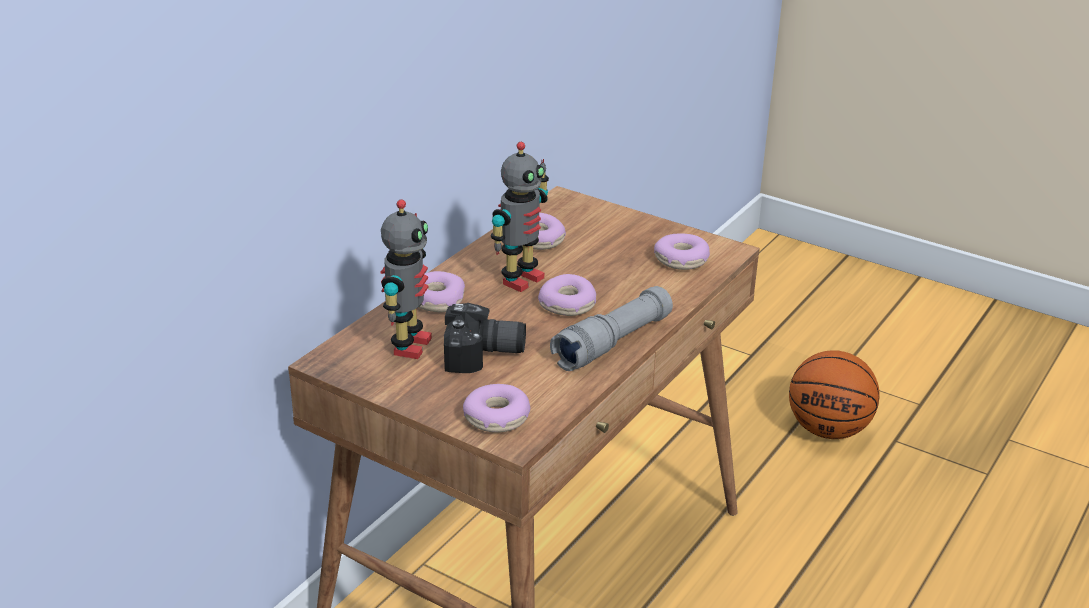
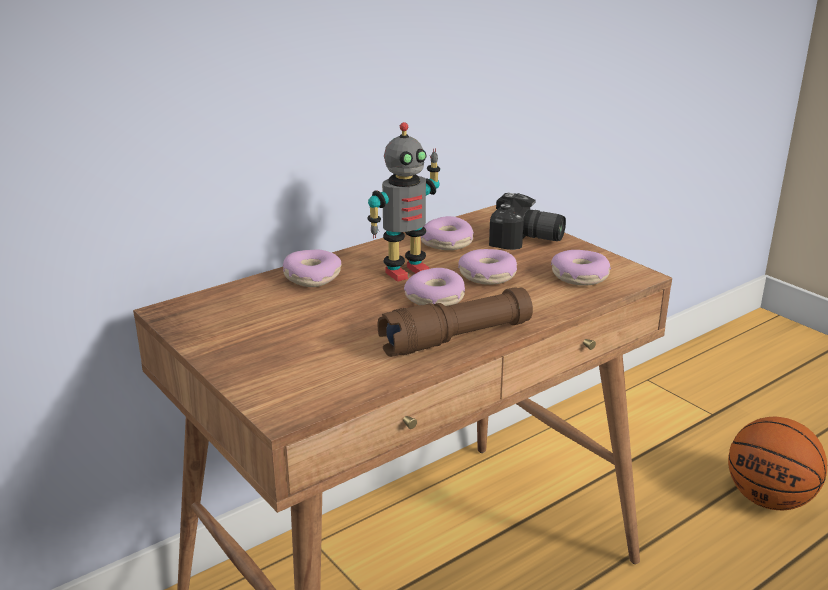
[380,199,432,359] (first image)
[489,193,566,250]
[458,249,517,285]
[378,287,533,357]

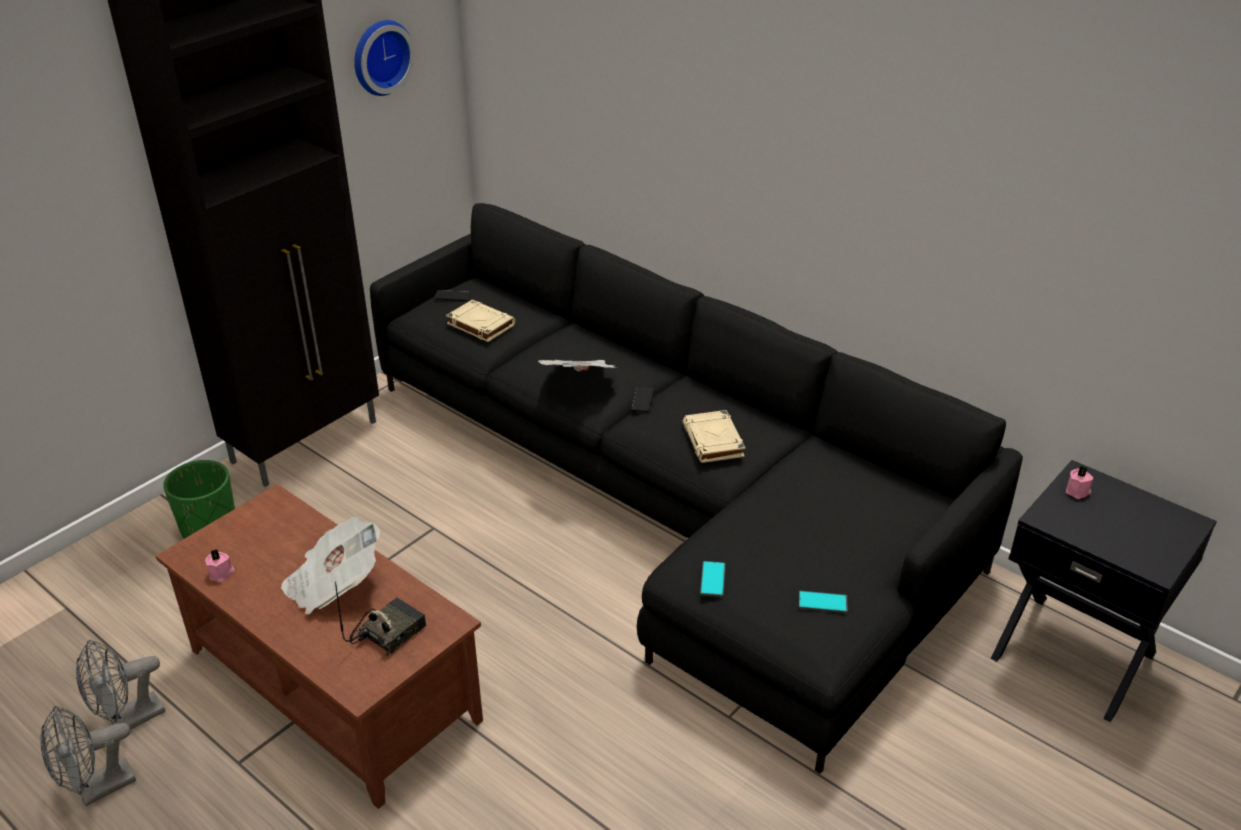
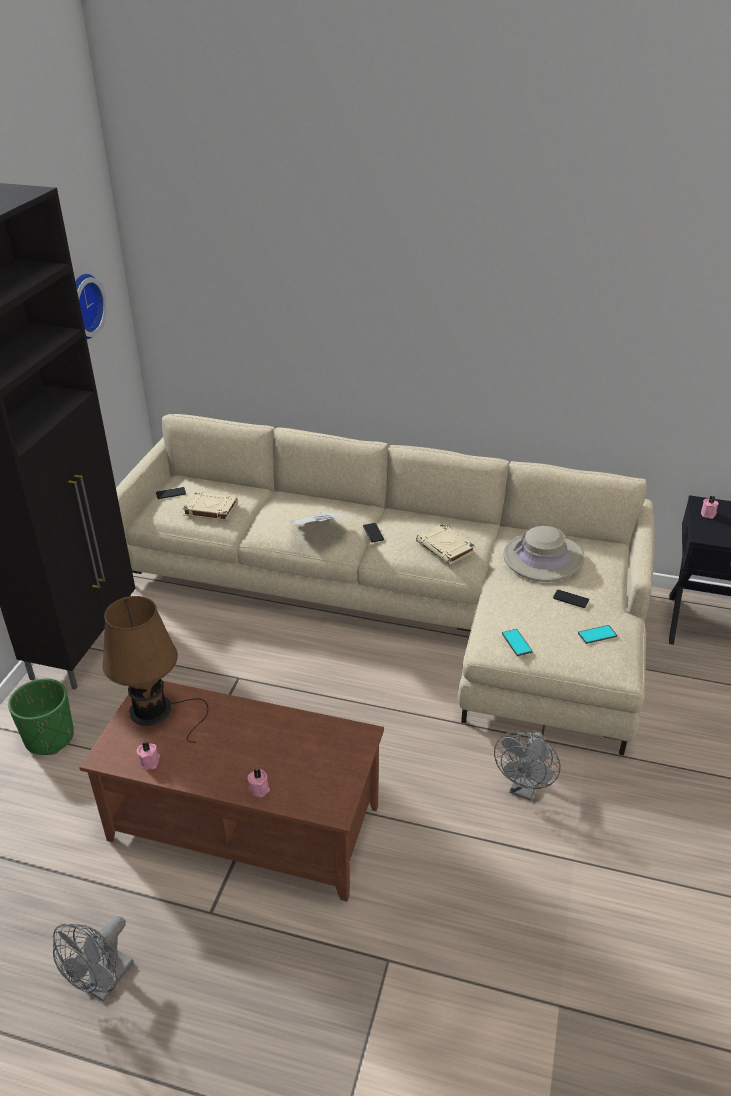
[281,517,381,615] (first image)
[335,582,426,656] (first image)
[102,596,208,743]
[247,769,270,797]
[503,526,585,582]
[553,589,589,608]
[494,731,561,801]
[116,414,655,755]

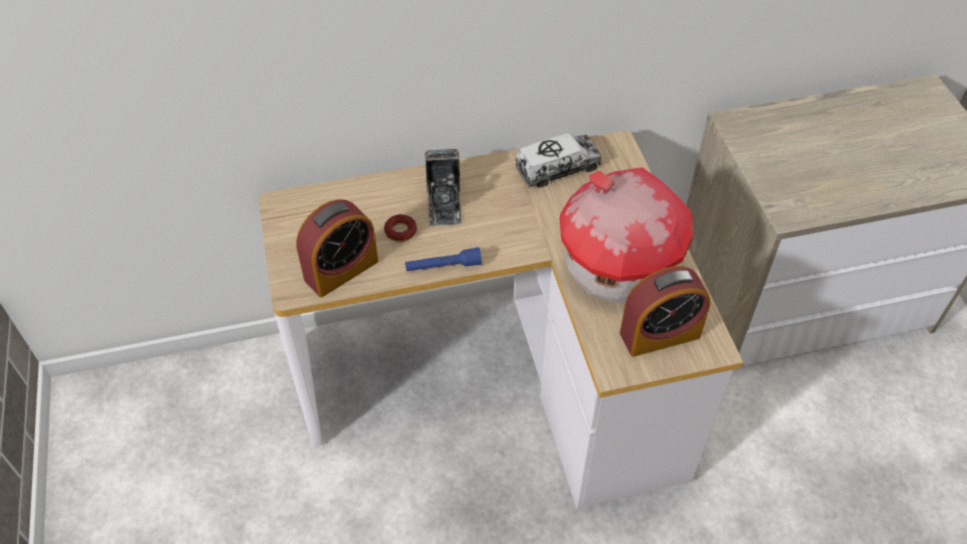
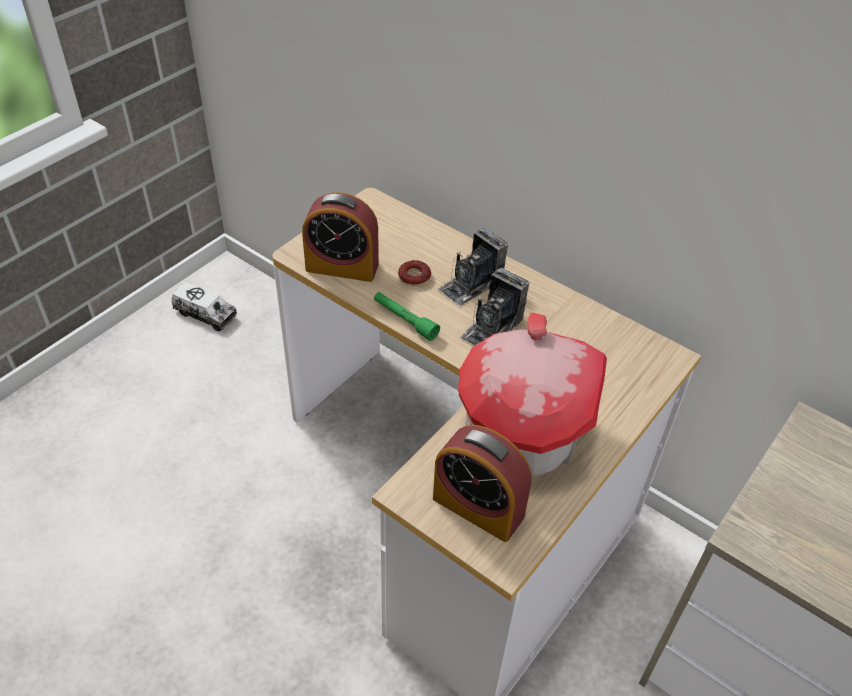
[460,268,529,346]
[172,282,237,331]
[374,292,440,341]

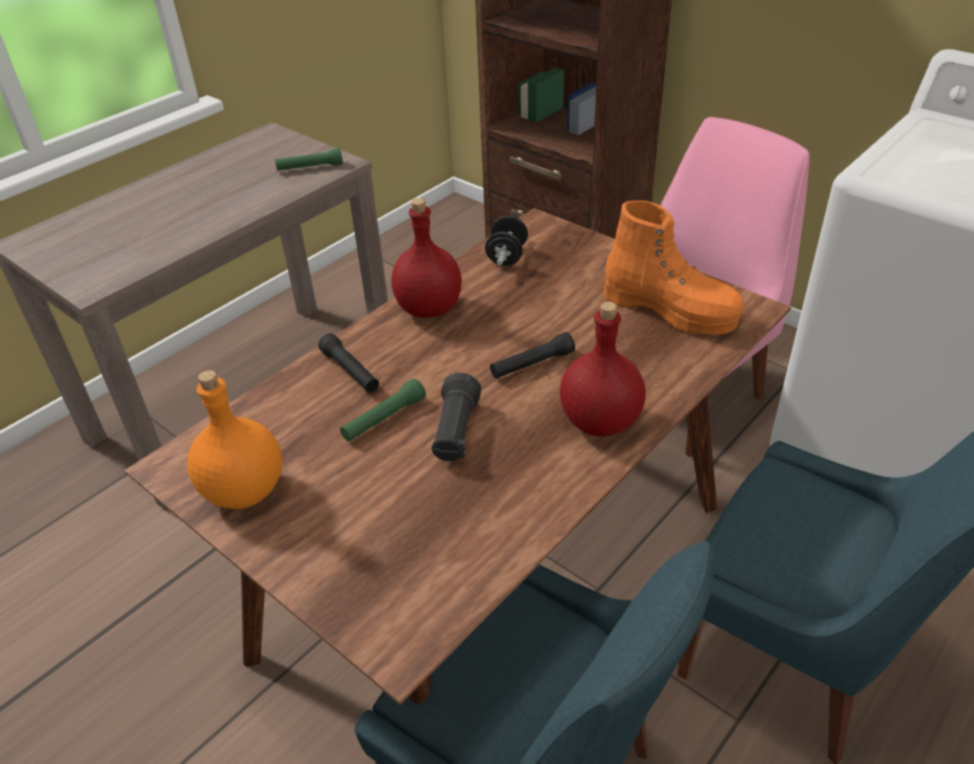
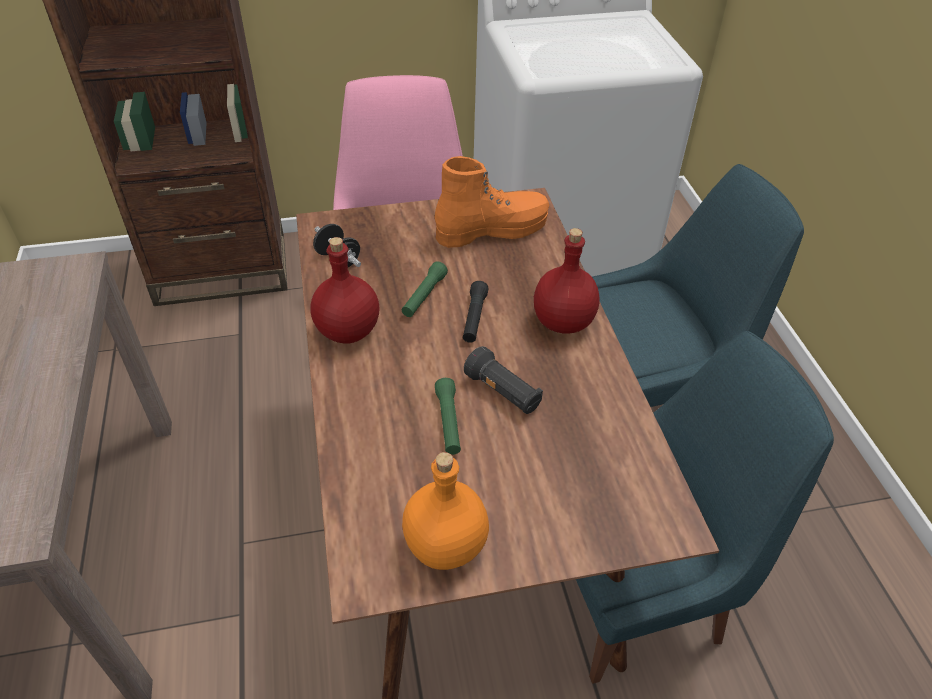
[318,334,379,393] (first image)
[402,261,448,317]

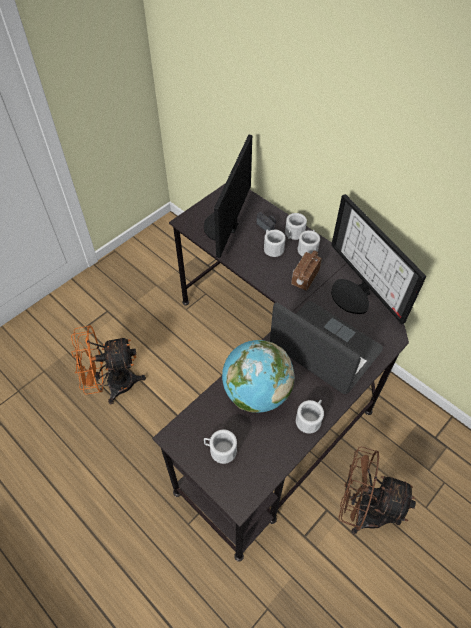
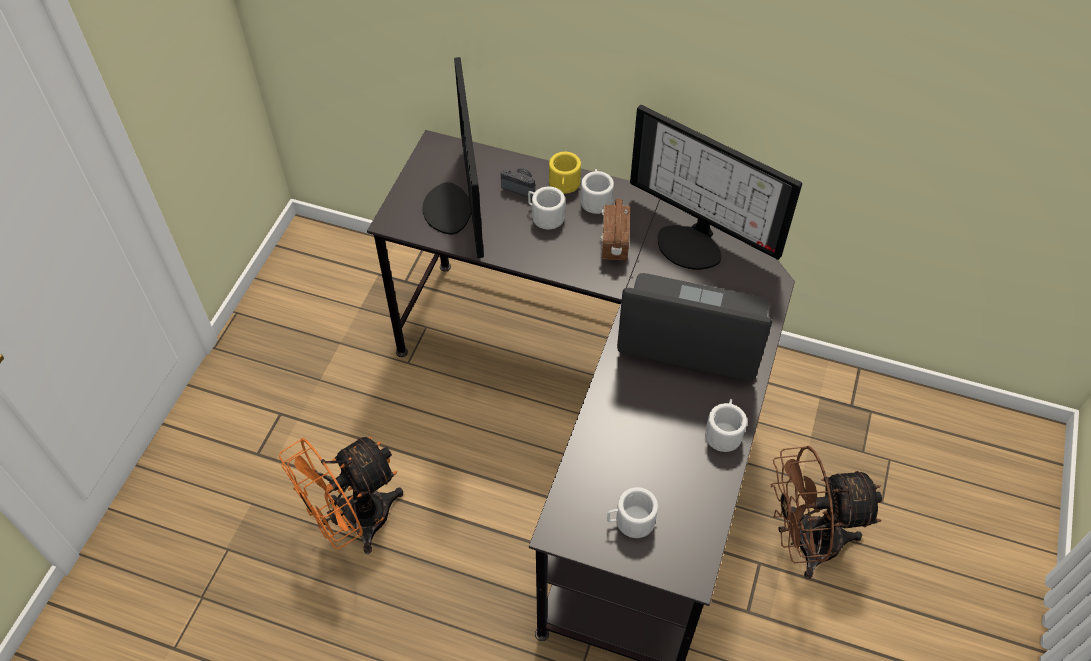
[222,340,295,413] (first image)
[549,152,581,194]

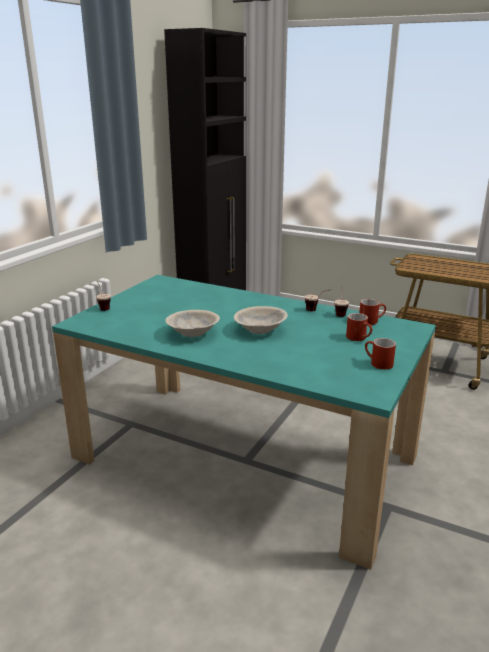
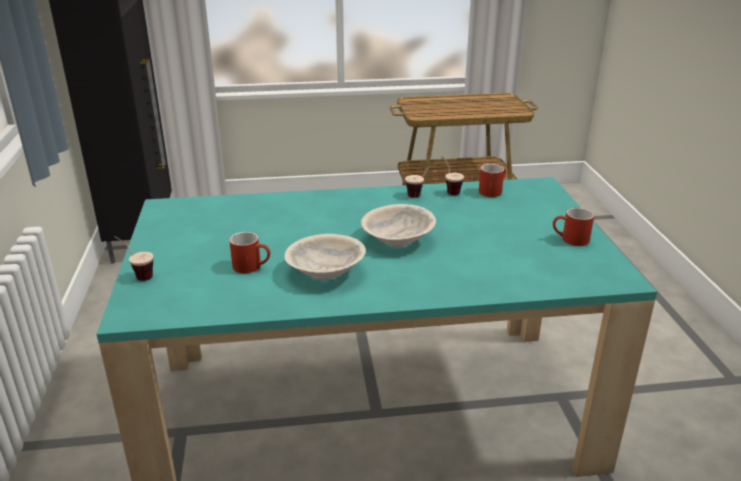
[229,232,270,273]

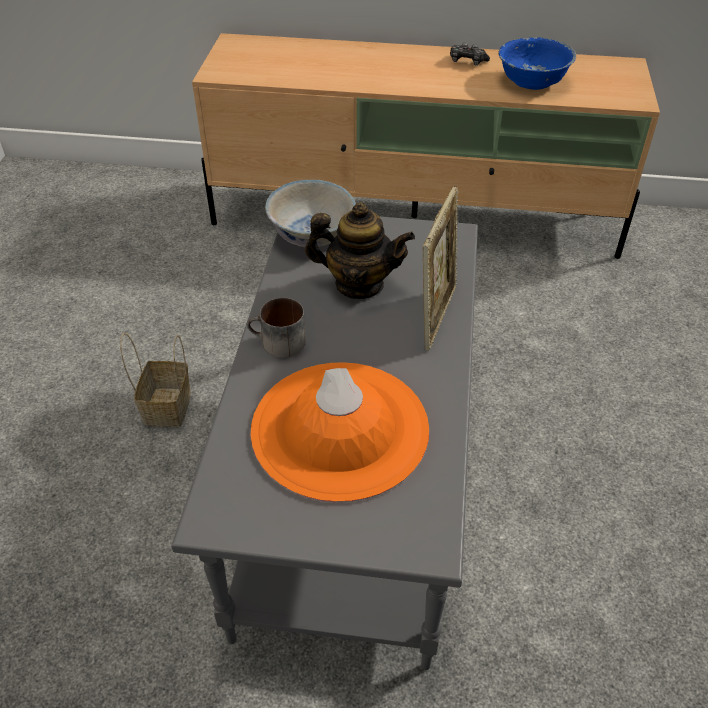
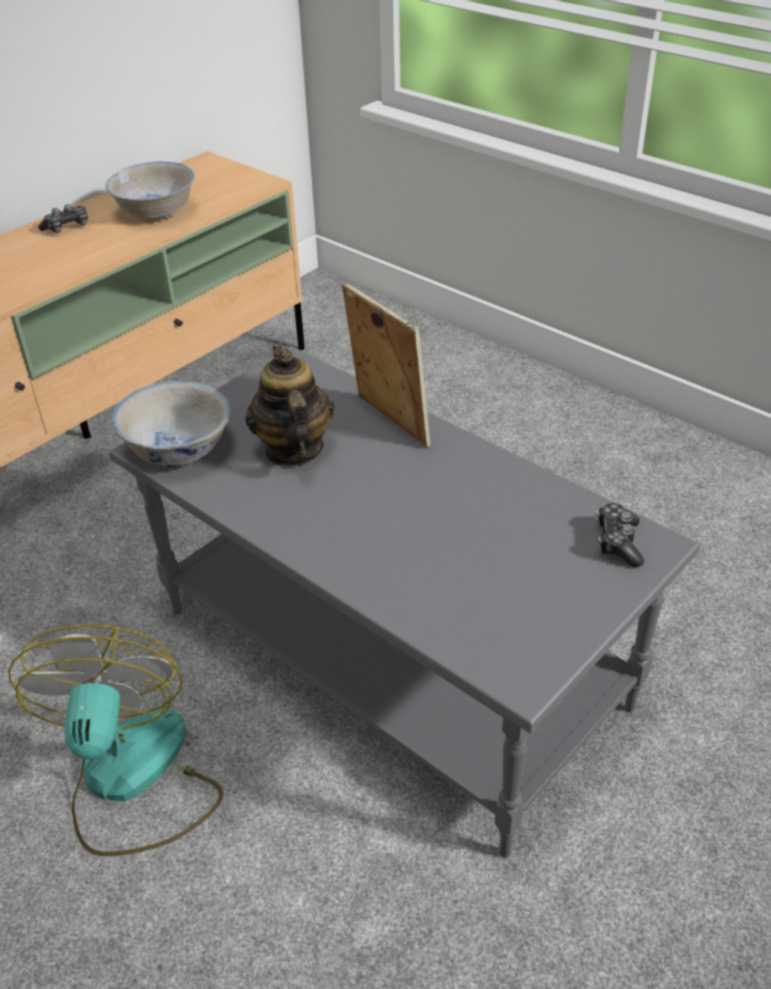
[247,298,306,358] (first image)
[251,362,429,502] (first image)
[596,503,644,567]
[8,625,223,856]
[106,161,195,222]
[245,345,335,466]

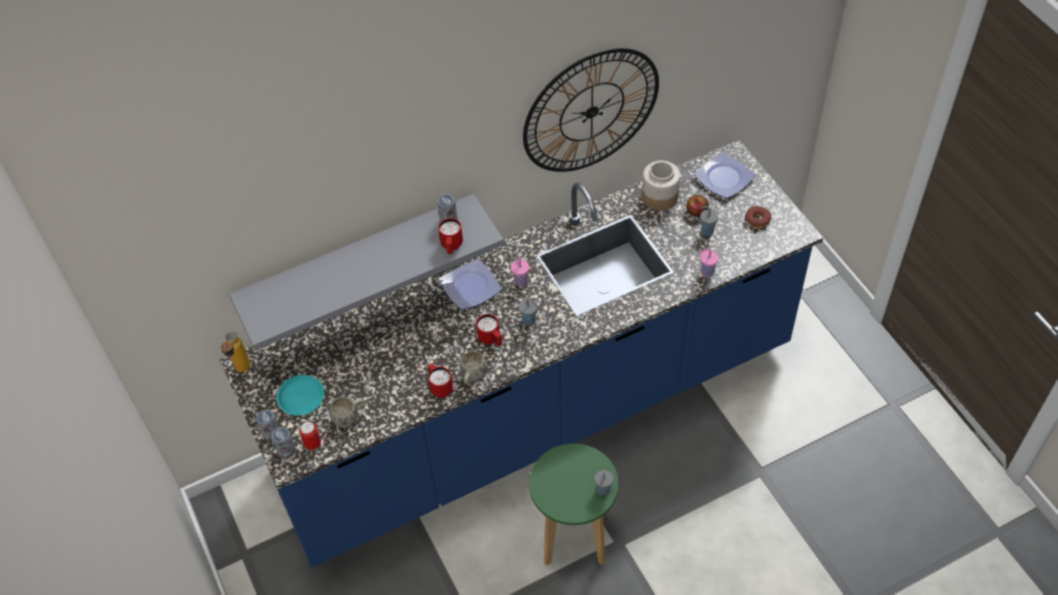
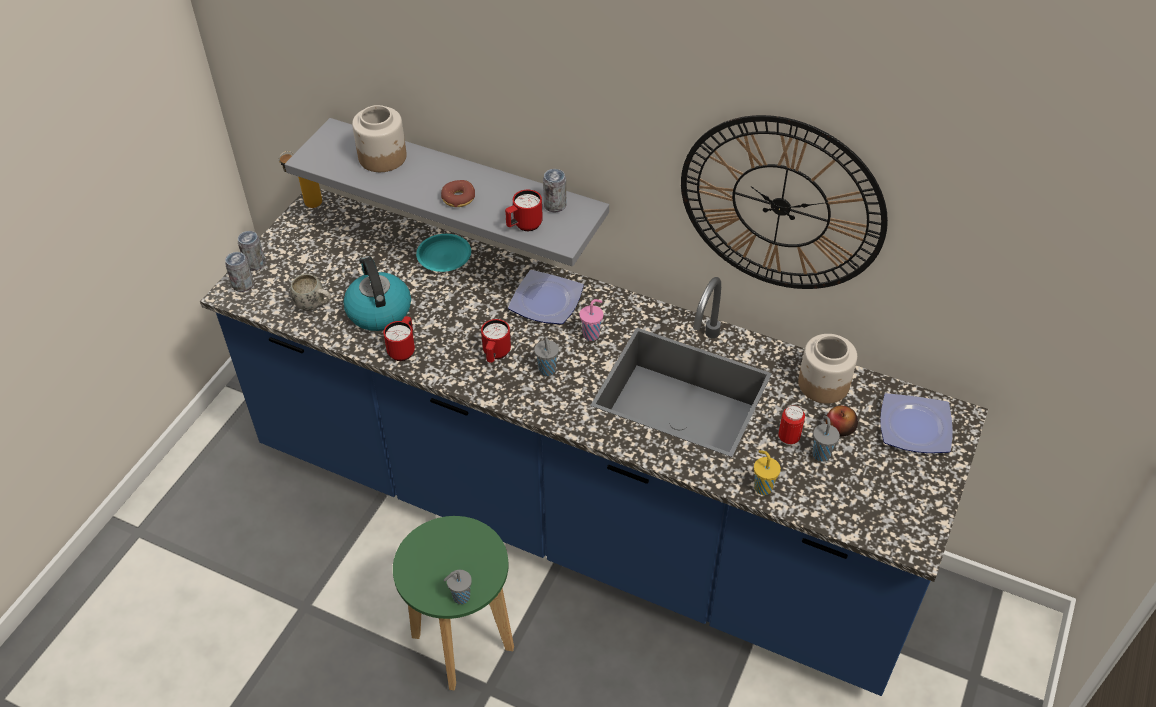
[460,351,488,385] (first image)
[343,256,411,331]
[352,105,407,172]
[416,234,471,272]
[778,405,805,445]
[441,180,475,207]
[754,450,781,495]

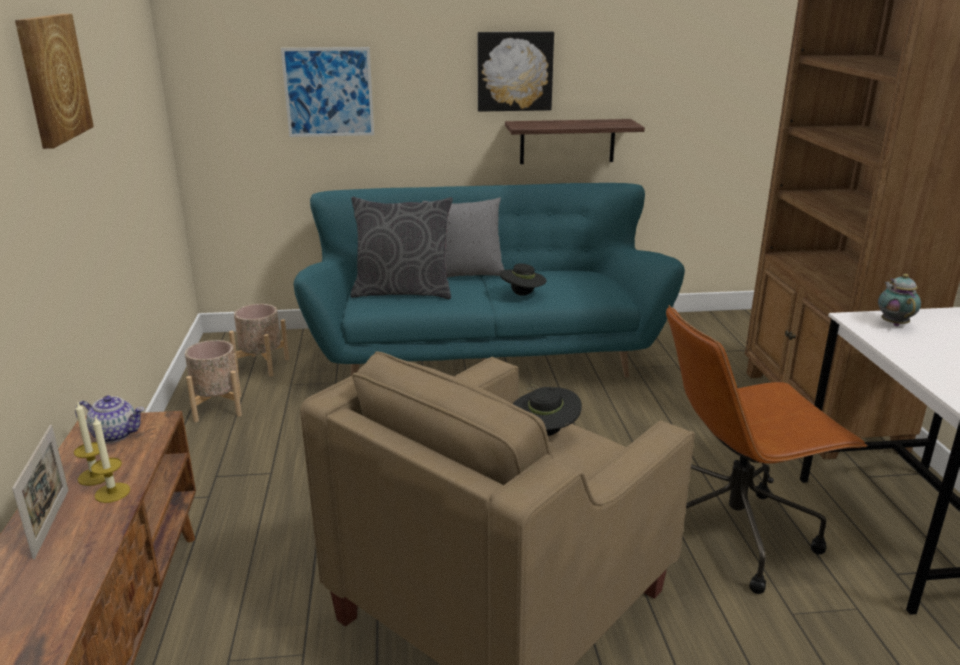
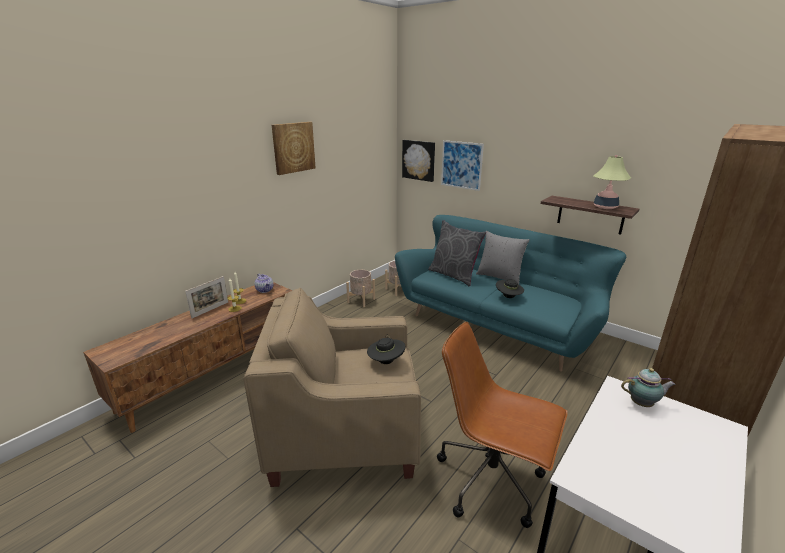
[593,155,631,209]
[402,140,435,182]
[621,368,676,407]

